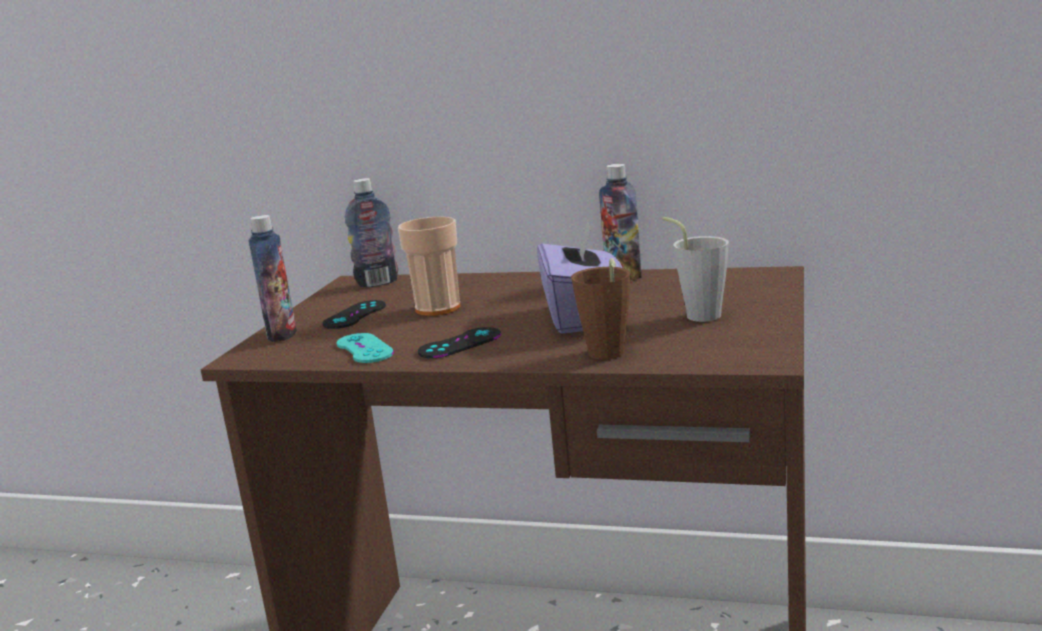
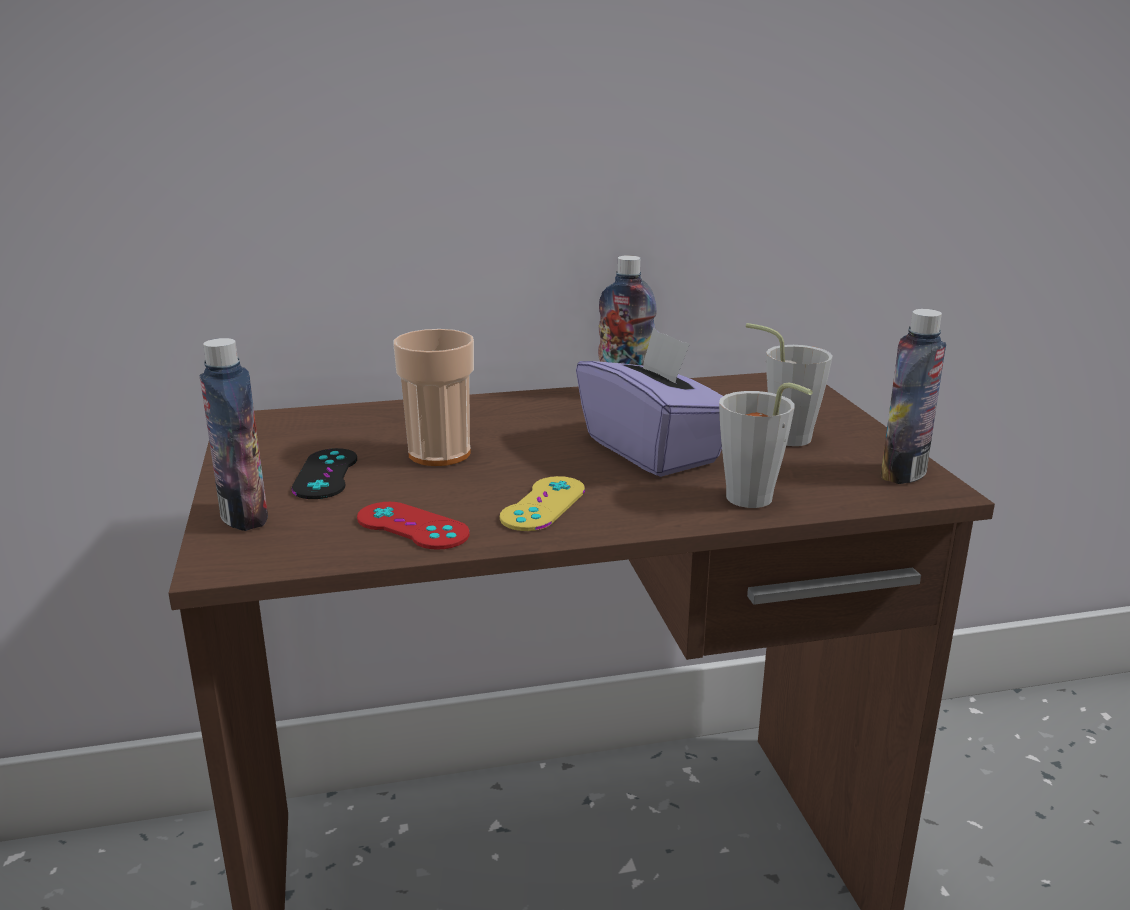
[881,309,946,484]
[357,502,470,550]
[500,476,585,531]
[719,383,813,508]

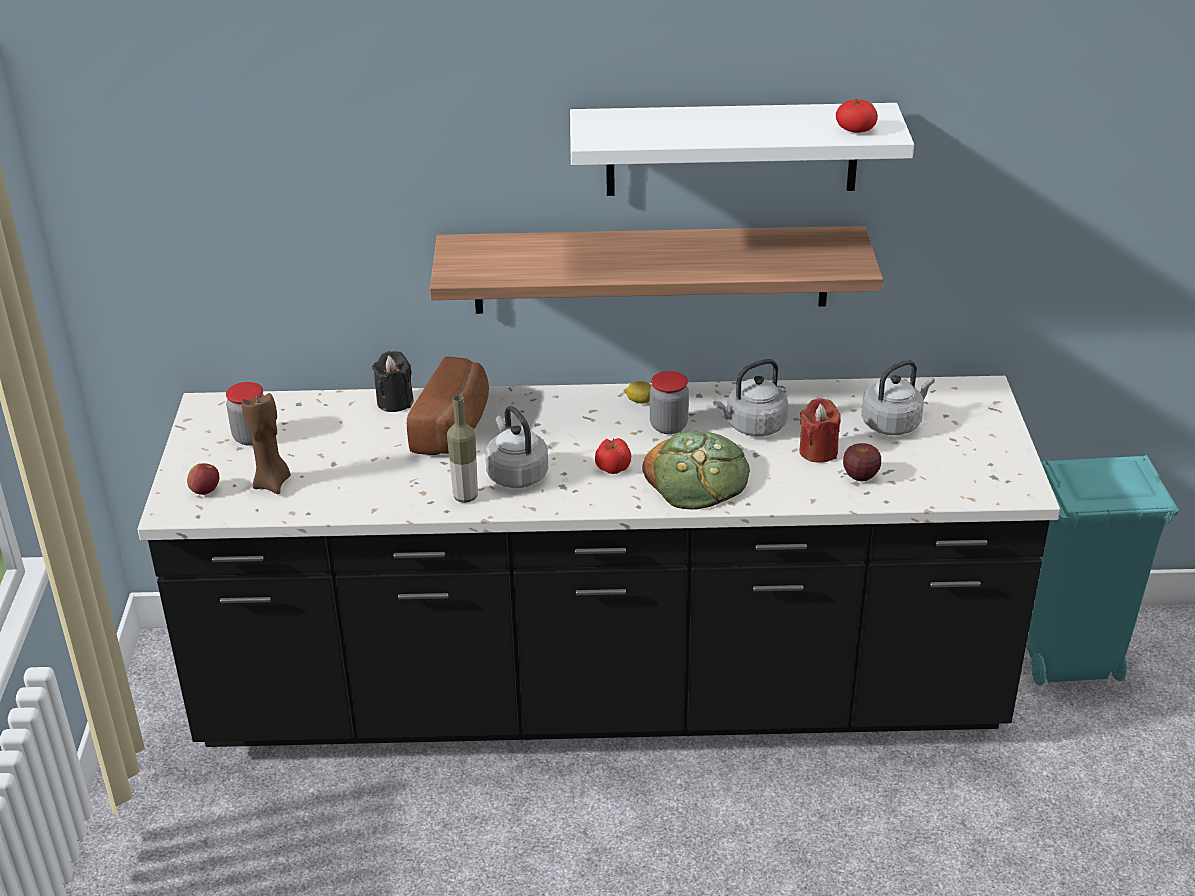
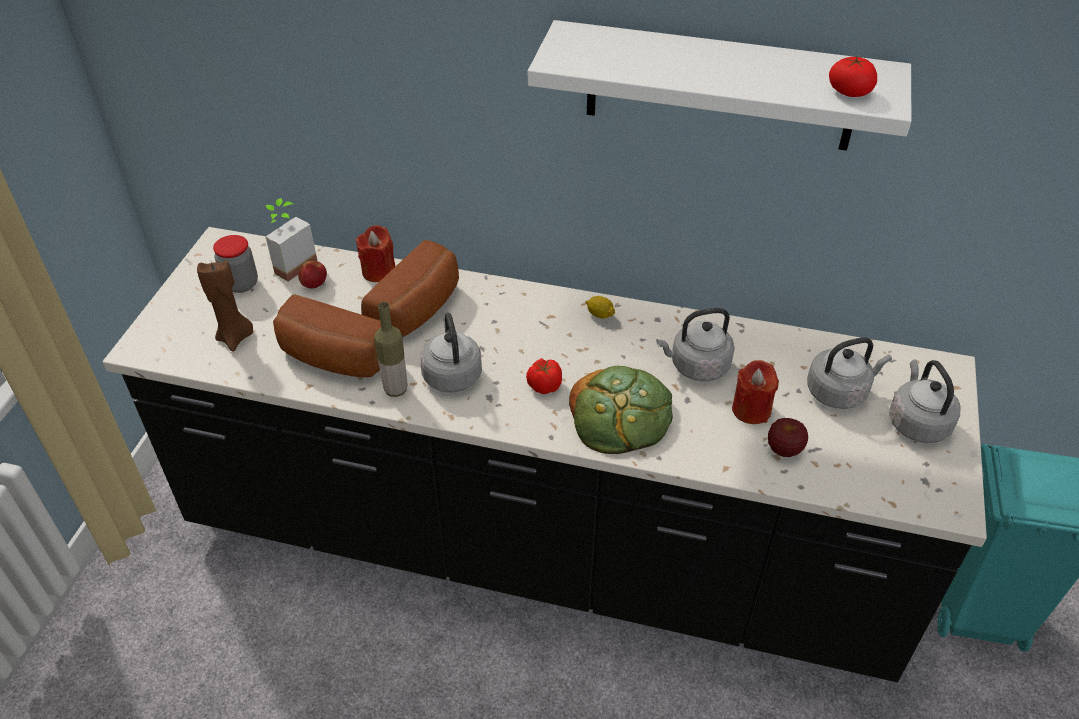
[430,226,883,314] (first image)
[650,371,689,434] (first image)
[265,198,317,282]
[273,295,381,377]
[889,360,960,443]
[298,261,327,289]
[356,225,395,282]

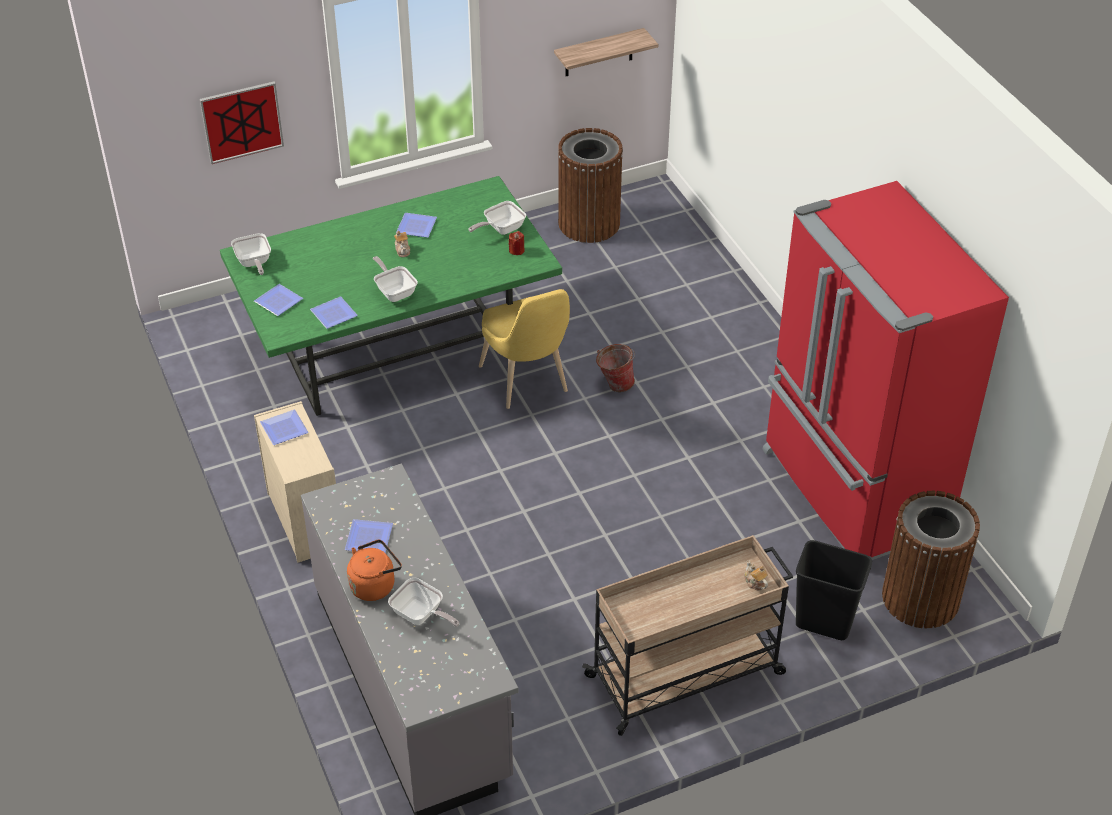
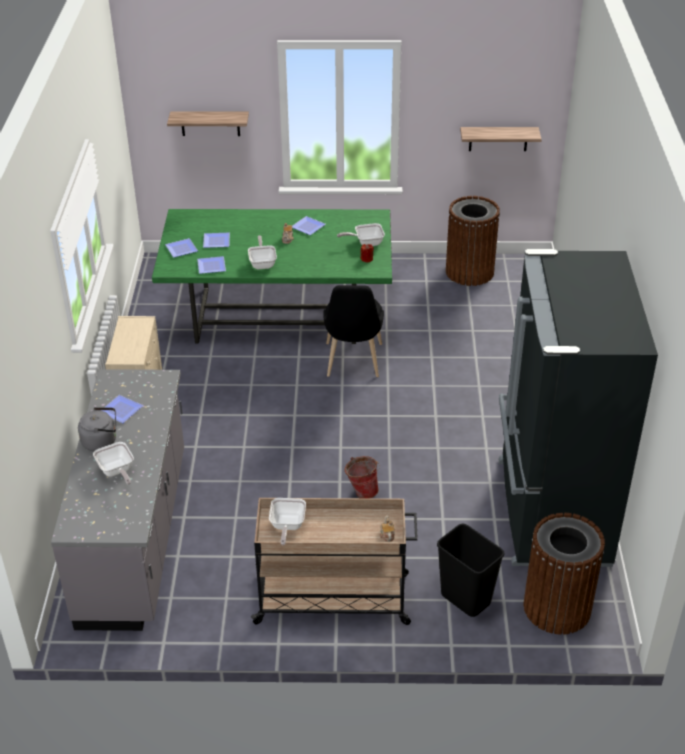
[269,498,306,545]
[203,233,230,248]
[345,456,380,498]
[167,112,249,136]
[78,407,116,451]
[323,285,384,377]
[499,249,658,567]

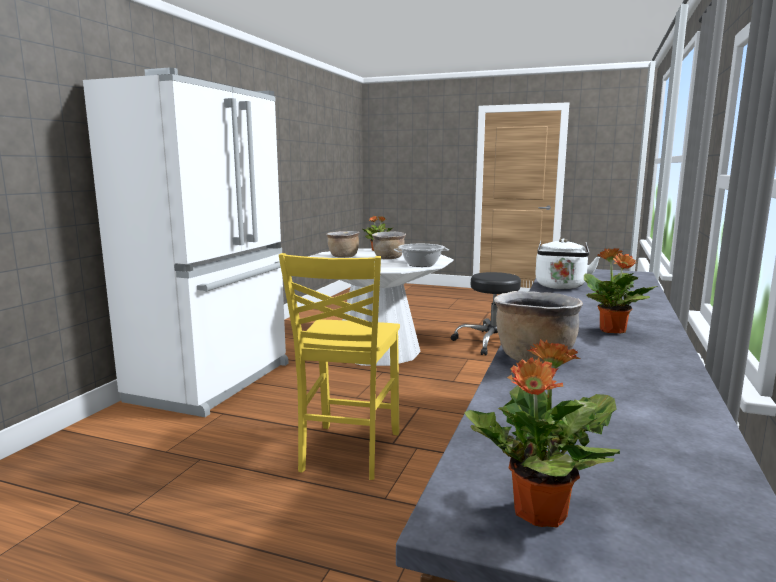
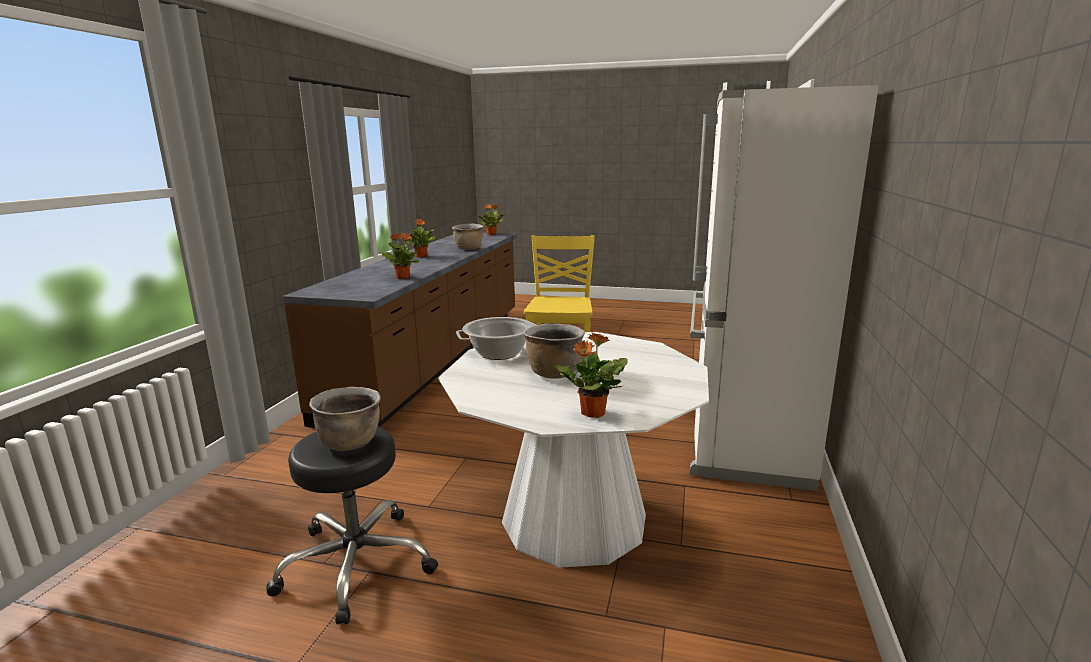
[309,387,381,451]
[380,233,419,279]

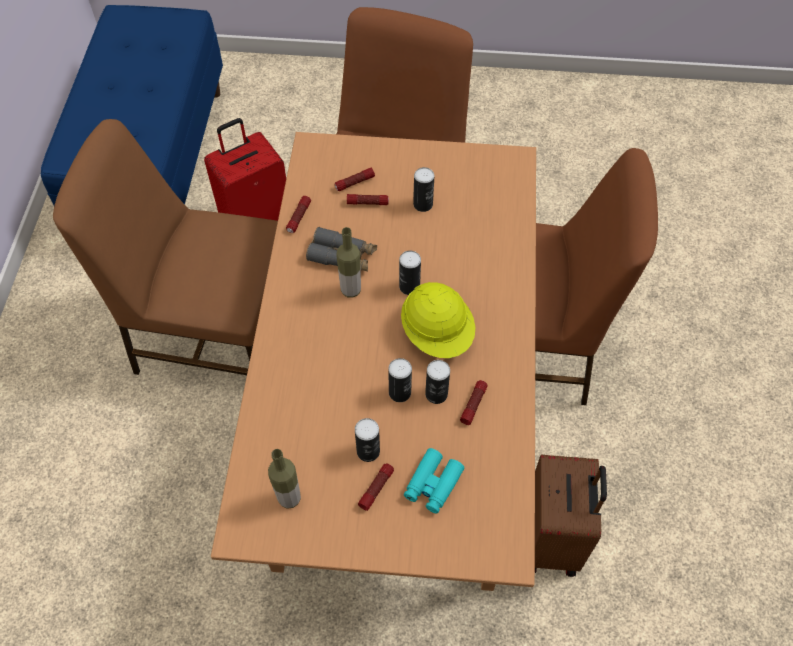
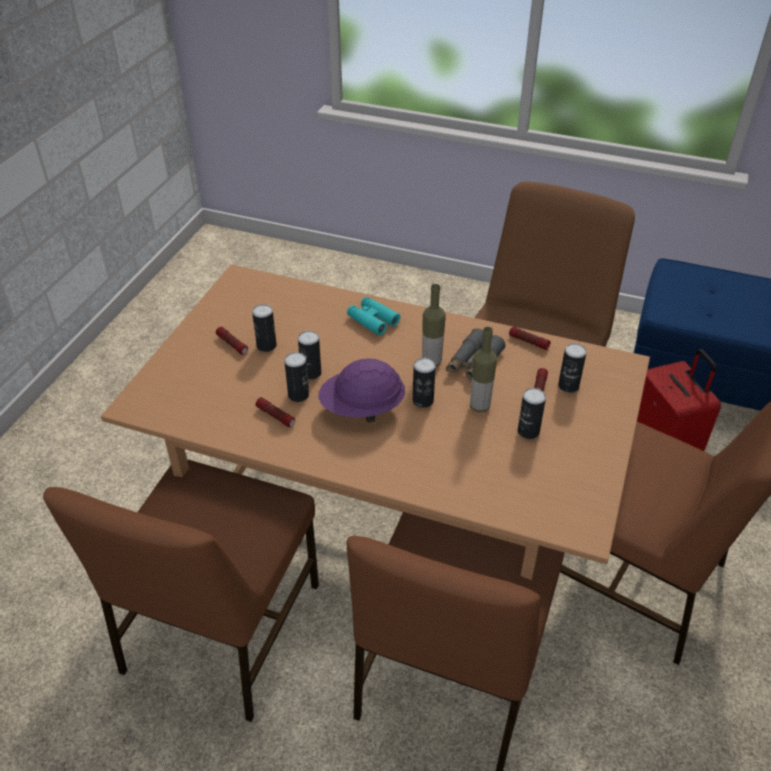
[470,327,497,412]
[347,297,400,336]
[558,343,587,393]
[43,459,319,722]
[318,358,405,422]

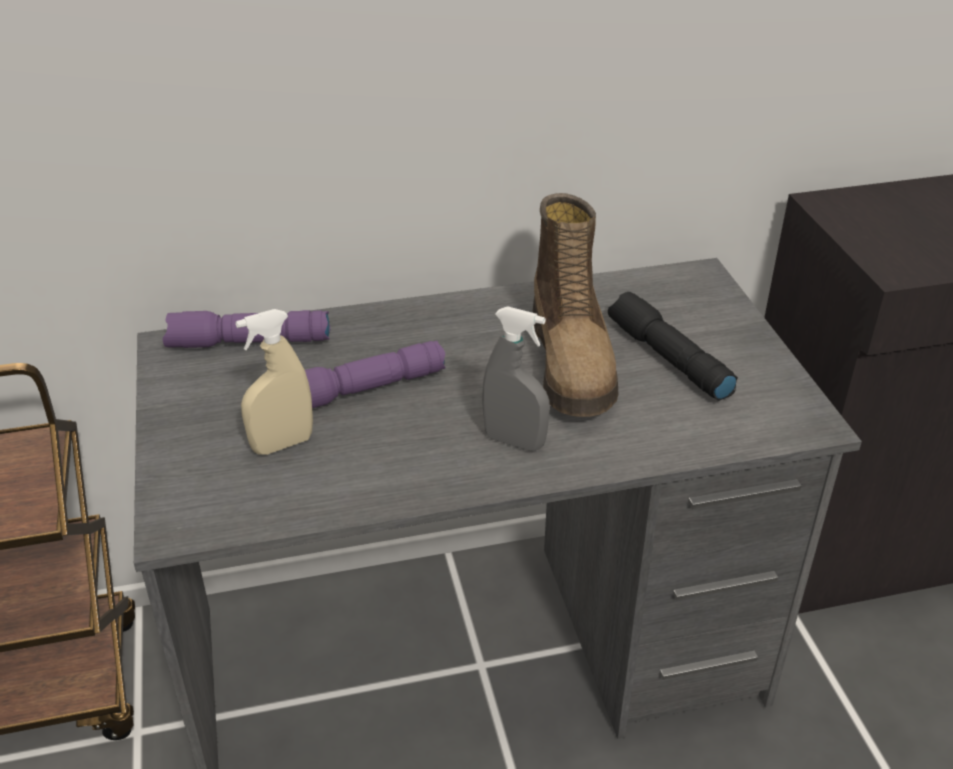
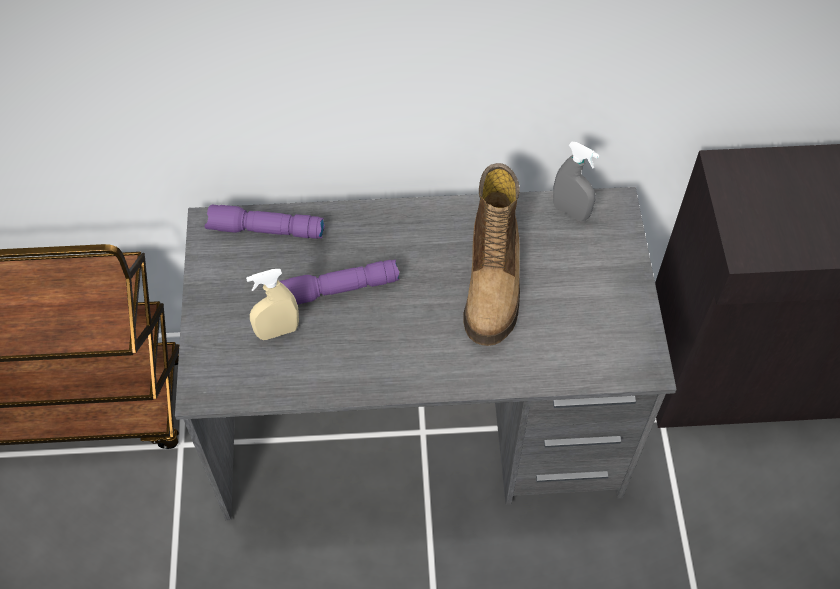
[608,292,738,401] (first image)
[553,142,599,221]

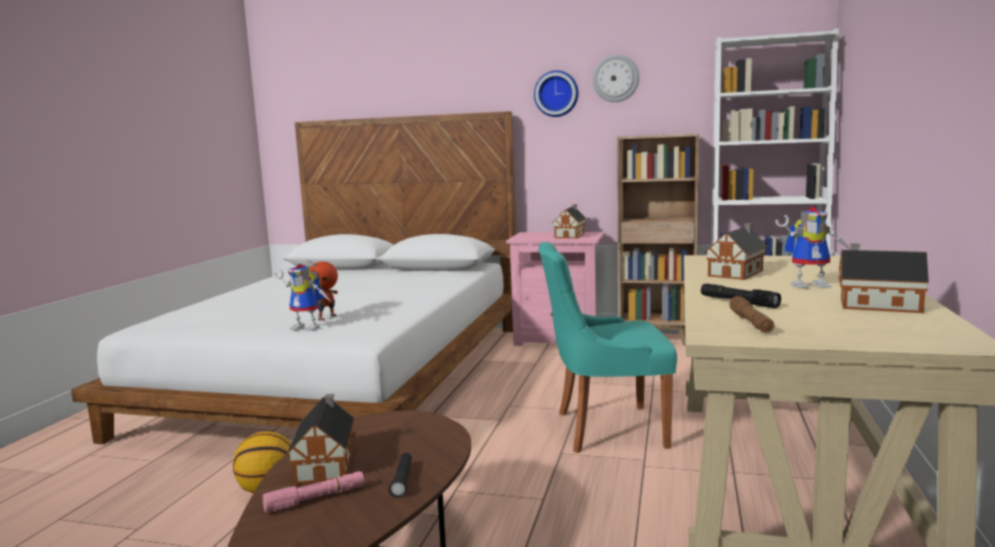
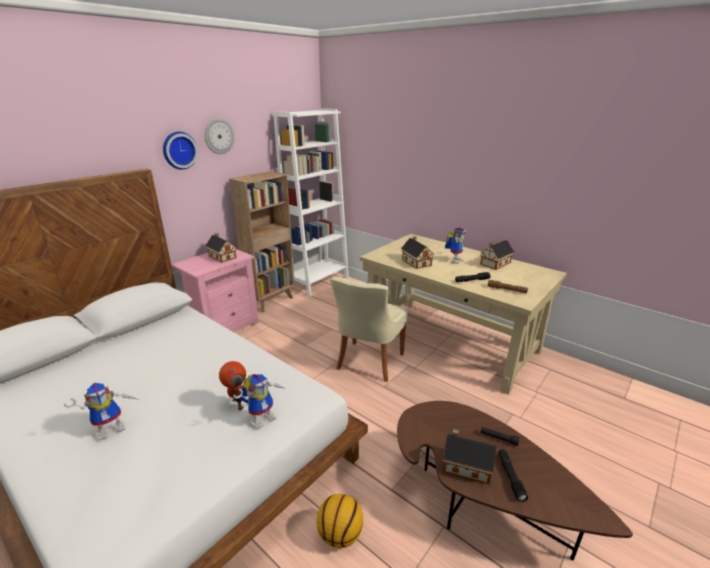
[64,383,140,440]
[498,449,528,502]
[330,277,408,382]

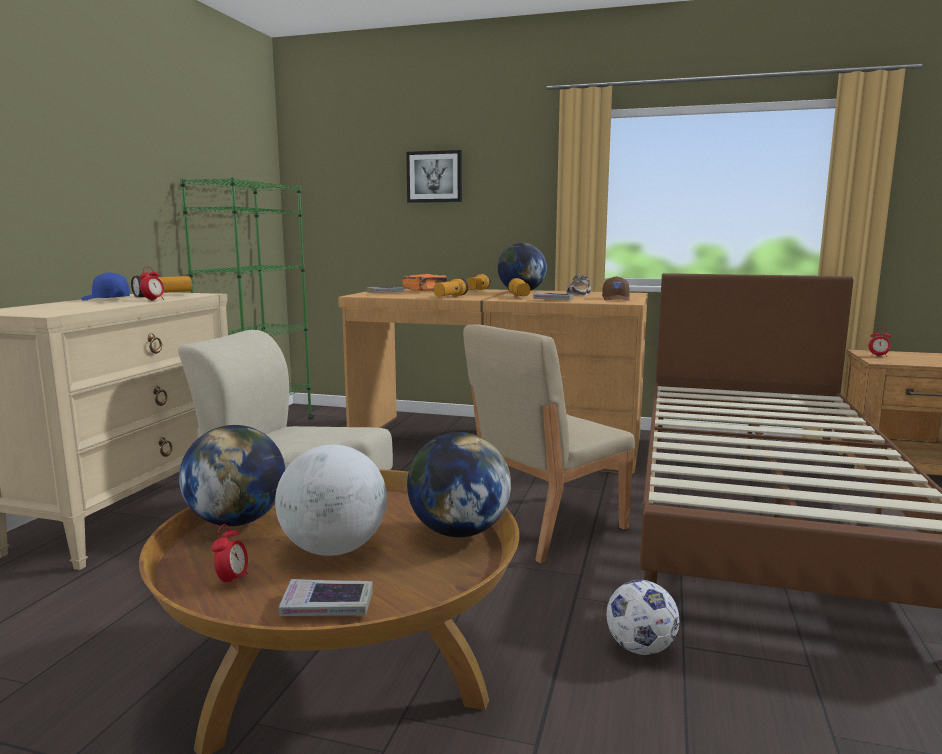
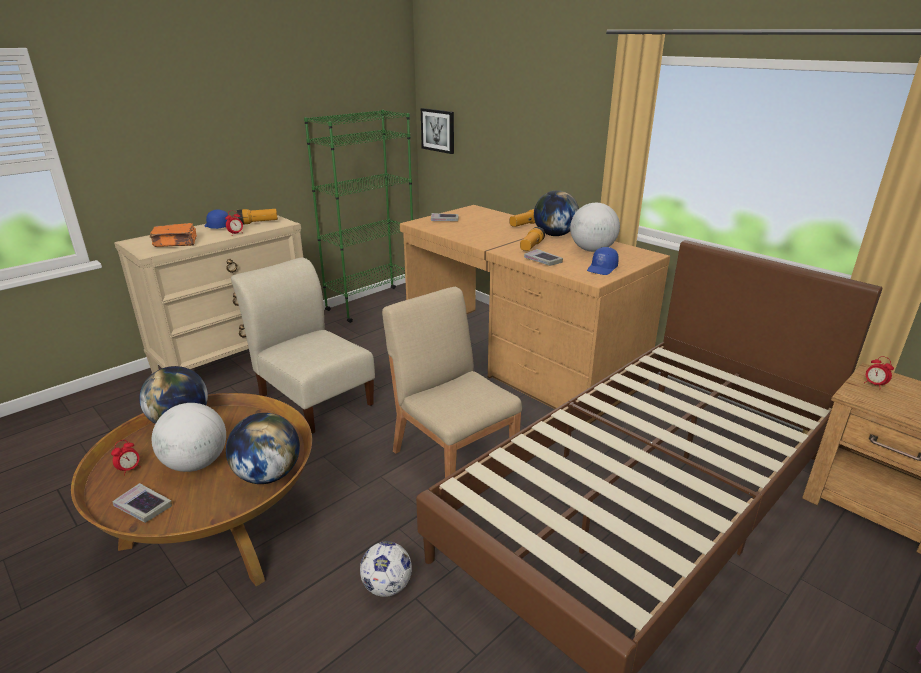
[434,278,469,296] (first image)
[150,223,197,247]
[421,108,454,154]
[570,203,620,252]
[587,247,619,275]
[382,287,522,478]

